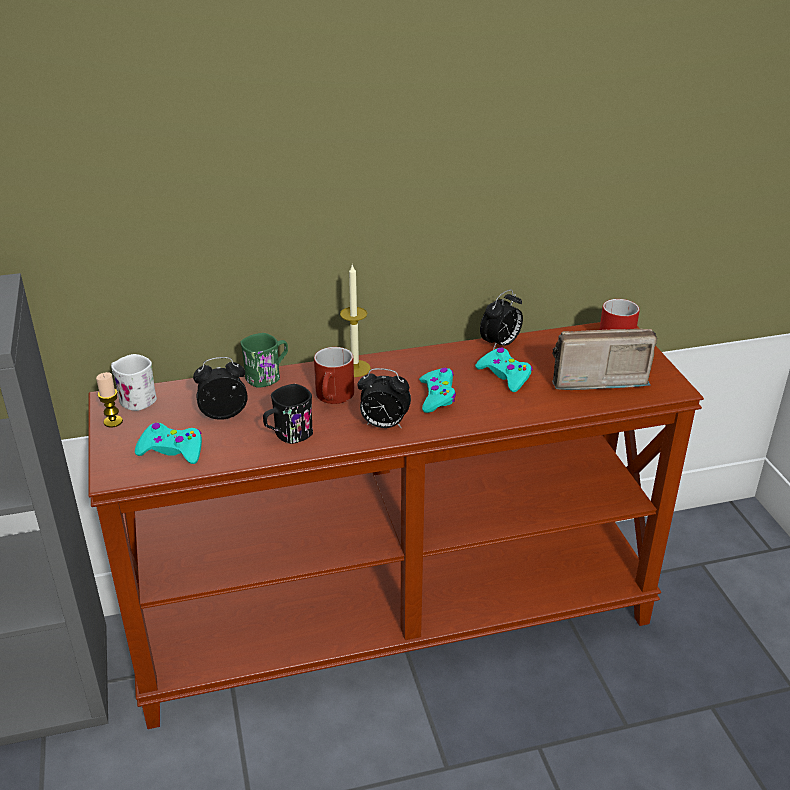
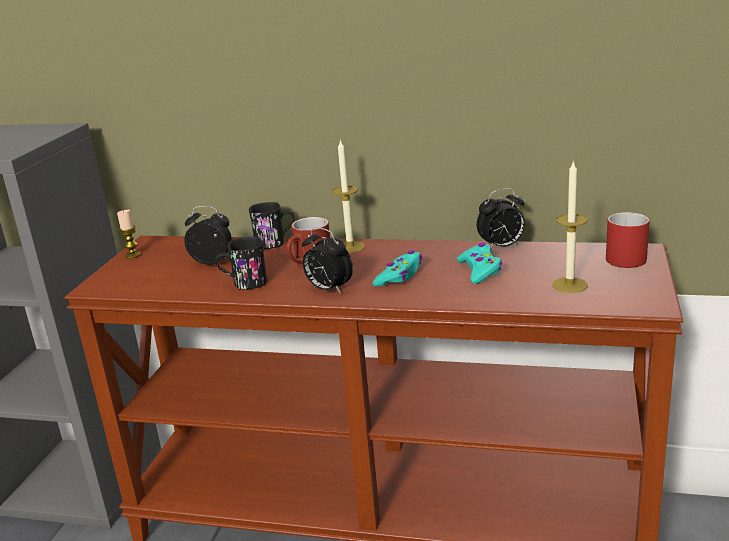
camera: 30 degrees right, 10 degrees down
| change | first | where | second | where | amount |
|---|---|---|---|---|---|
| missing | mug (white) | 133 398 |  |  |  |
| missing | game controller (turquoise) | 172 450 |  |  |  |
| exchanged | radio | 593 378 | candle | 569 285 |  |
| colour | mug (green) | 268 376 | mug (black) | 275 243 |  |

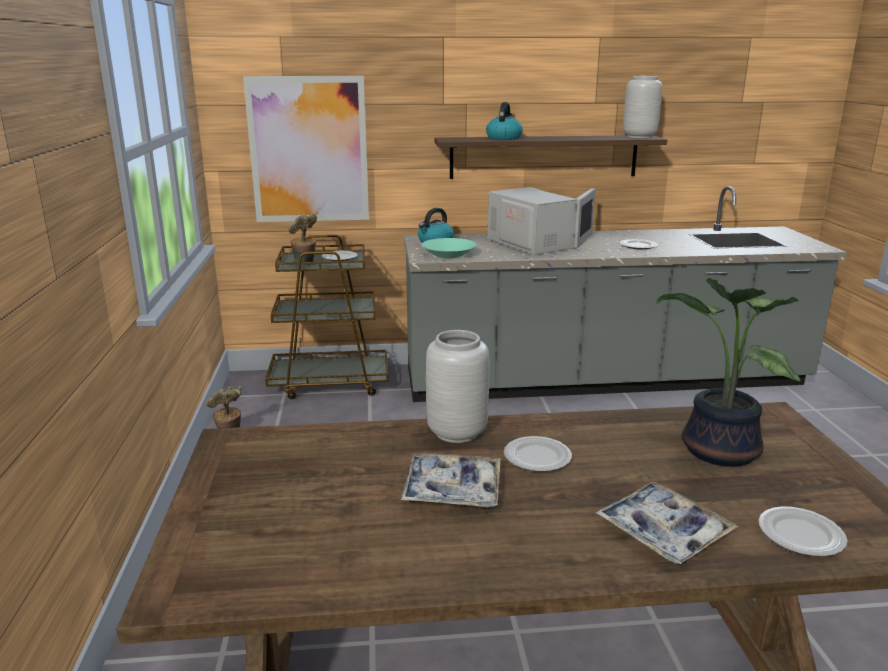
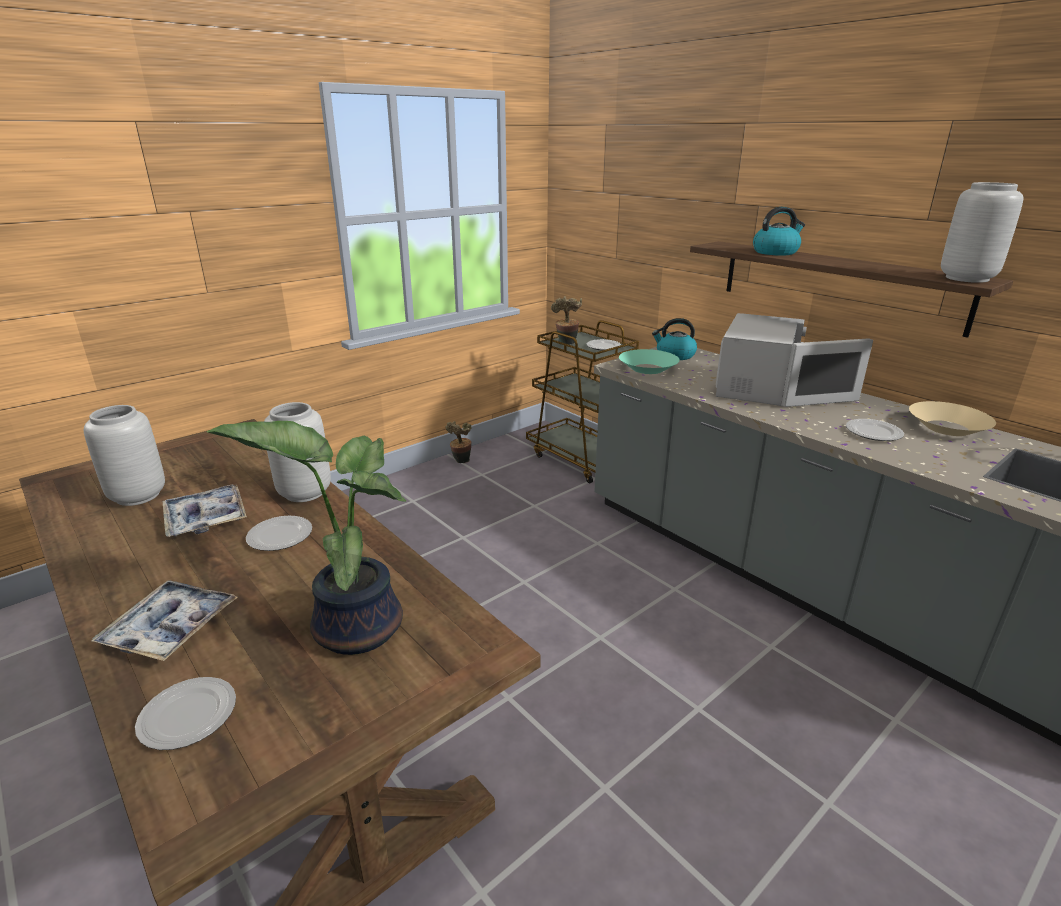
camera: 55 degrees right, 5 degrees up
| change | first | where | second | where | amount |
|---|---|---|---|---|---|
| missing | picture | 309 150 |  |  |  |
| appeared |  |  | vase (grey) | 139 496 |  |
| appeared |  |  | bowl (beige) | 947 428 |  |

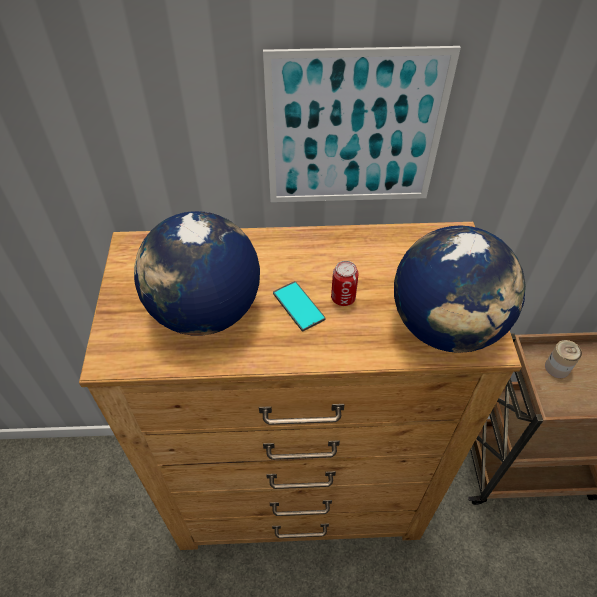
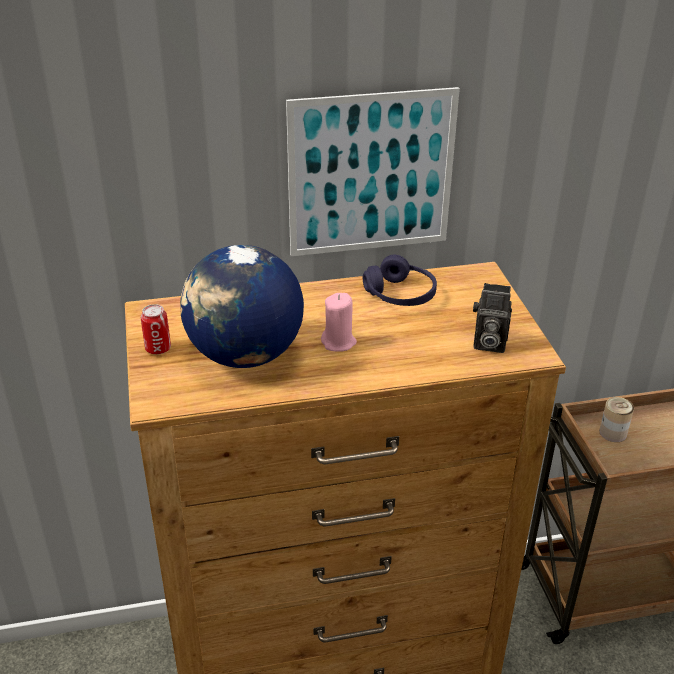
camera: 10 degrees left, 15 degrees down
| change | first | where | second | where | amount |
|---|---|---|---|---|---|
| appeared |  |  | headphones (purple) | 400 295 |  |
| relocated | can | 343 298 |  | 158 348 |  |
| exchanged | phone | 298 306 | candle (pink) | 339 342 |  |
| exchanged | globe | 445 326 | photo camera | 487 343 |  |

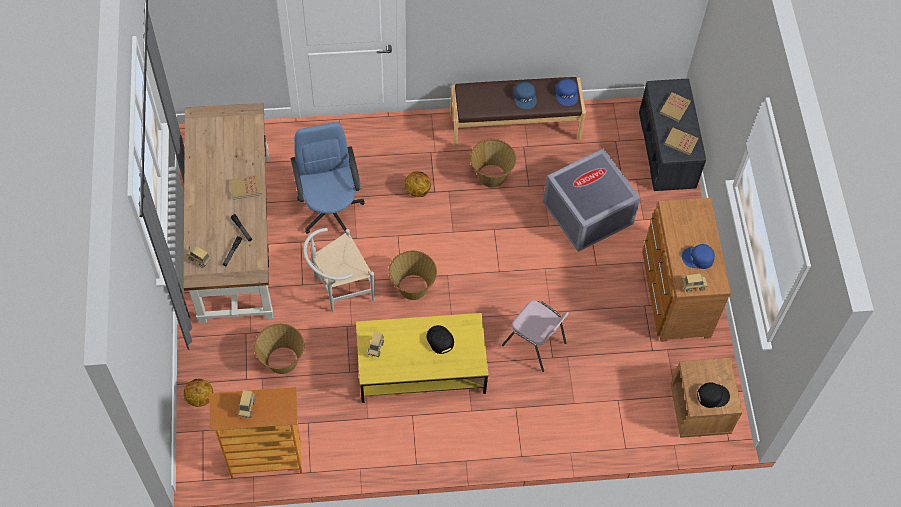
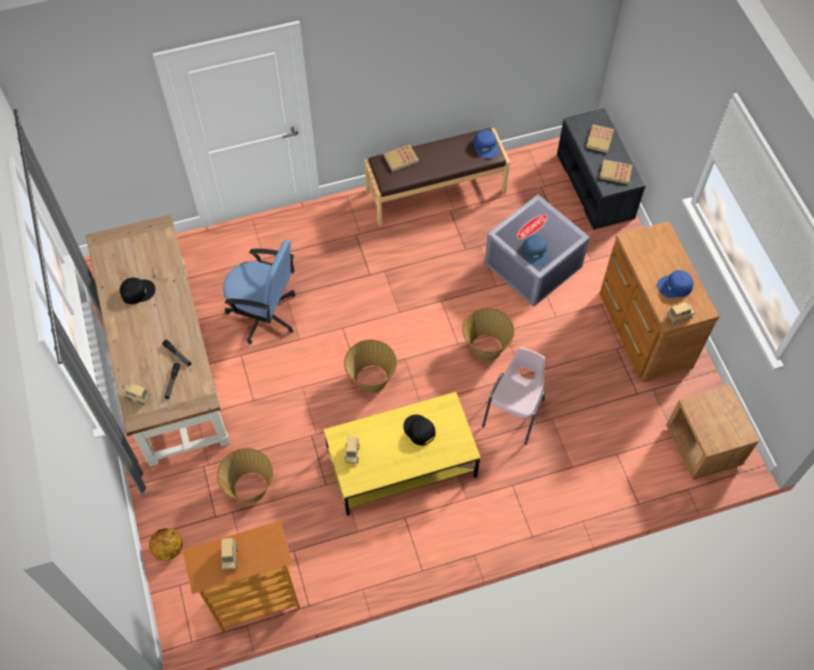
camera: 10 degrees left, 0 degrees up
| change | first | where | second | where | amount |
|---|---|---|---|---|---|
| missing | chair (white) | 339 289 |  |  |  |
| missing | basketball | 417 190 |  |  |  |
| relocated | book | 245 188 |  | 401 159 |  |
| relocated | basket | 491 175 |  | 486 347 |  |
| relocated | cap (blue) | 525 97 |  | 536 252 |  |
| relocated | cap (black) | 712 395 |  | 137 291 |  |
| spun | office chair (blue) | 330 209 |  | 264 314 | 135 degrees clockwise |
| spun | chair (pink) | 534 344 |  | 514 413 | 90 degrees counterclockwise |

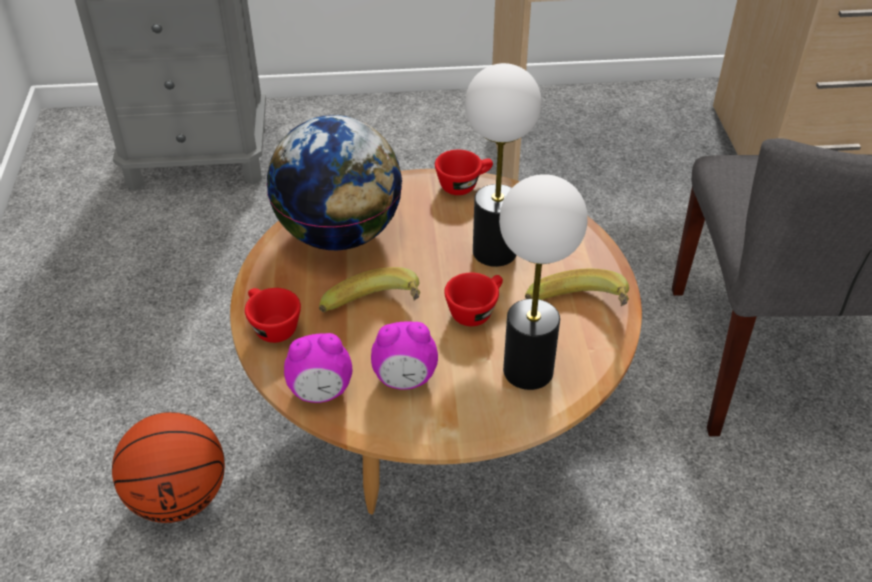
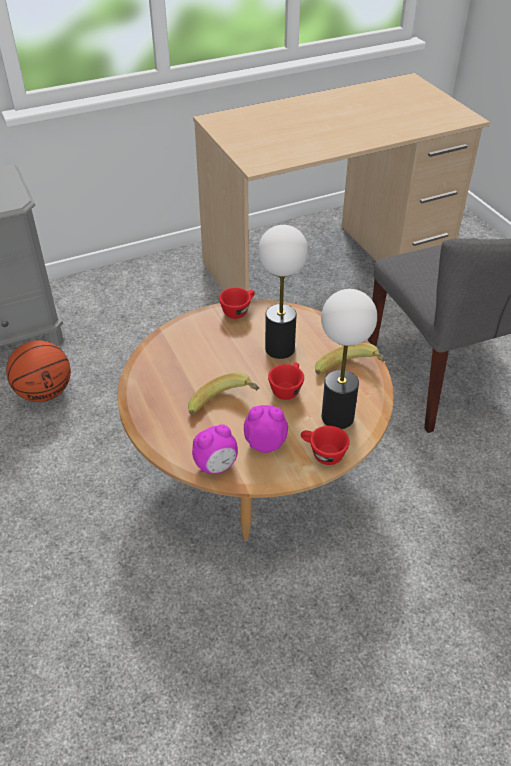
camera: 20 degrees left, 0 degrees up
| change | first | where | second | where | amount |
|---|---|---|---|---|---|
| missing | globe | 339 234 |  |  |  |
| relocated | basketball | 179 497 |  | 44 392 |  |
| relocated | cup (red) | 271 326 |  | 322 454 |  |
| spun | alarm clock | 405 379 |  | 265 443 | 150 degrees counterclockwise |

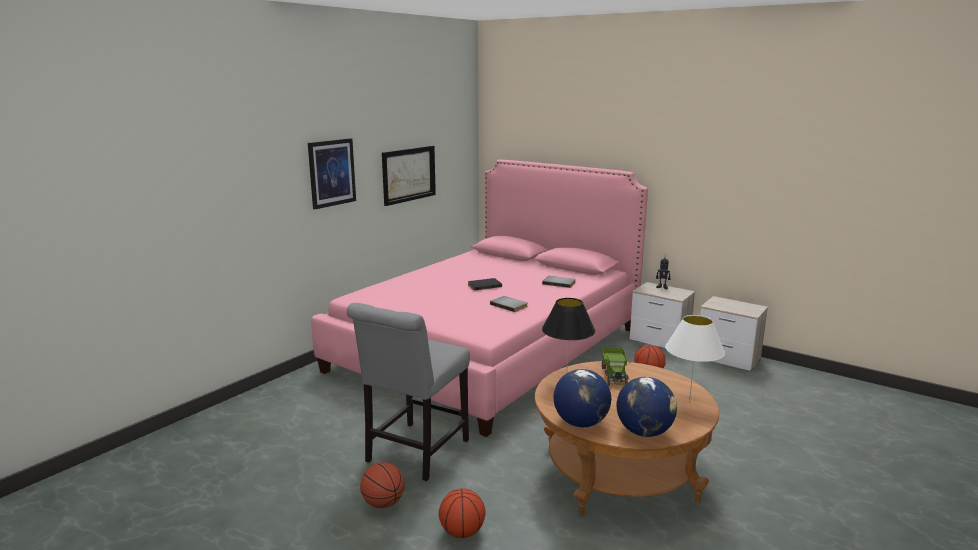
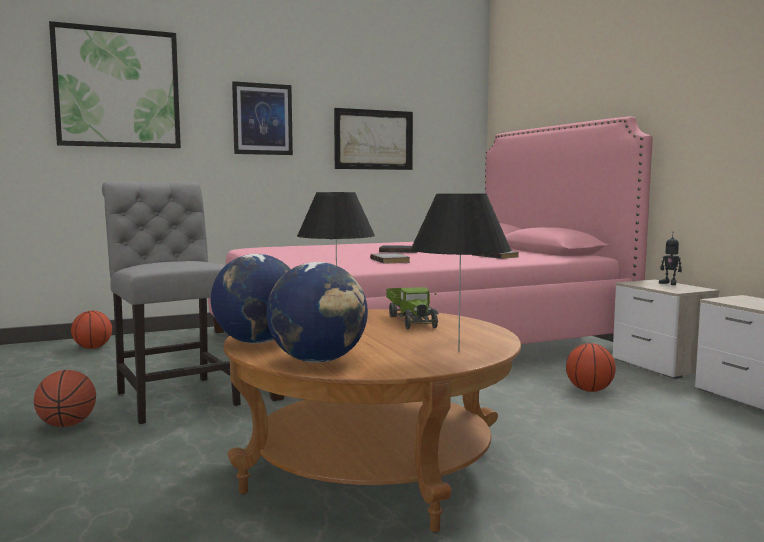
camera: 30 degrees right, 10 degrees down
| change | first | where | second | where | amount |
|---|---|---|---|---|---|
| appeared |  |  | picture | 117 88 |  |
| relocated | basketball | 462 532 |  | 92 348 |  |
| colour | table lamp (white) | 689 403 | table lamp (black) | 458 351 |  |
| spun | chair (grey) | 414 453 |  | 175 397 | 90 degrees clockwise |
| spun | toy truck | 614 374 |  | 412 320 | 45 degrees counterclockwise |

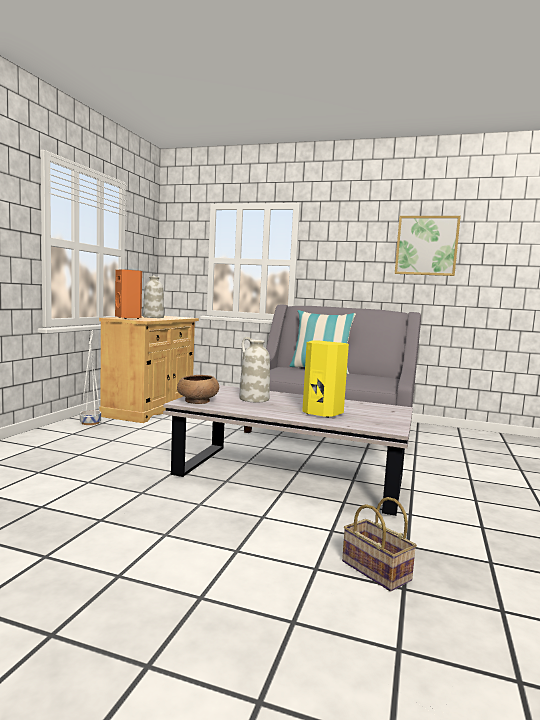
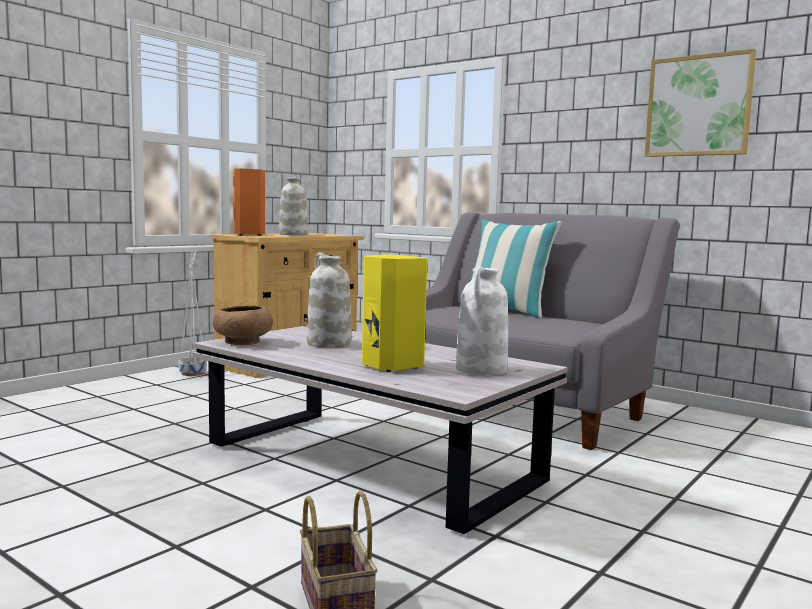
camera: 20 degrees right, 0 degrees up
| change | first | where | second | where | amount |
|---|---|---|---|---|---|
| appeared |  |  | vase (white) | 481 370 |  |

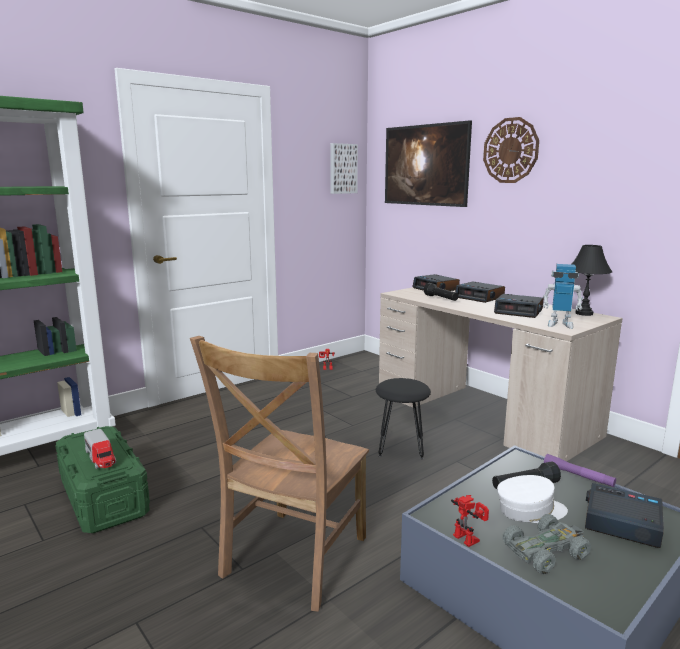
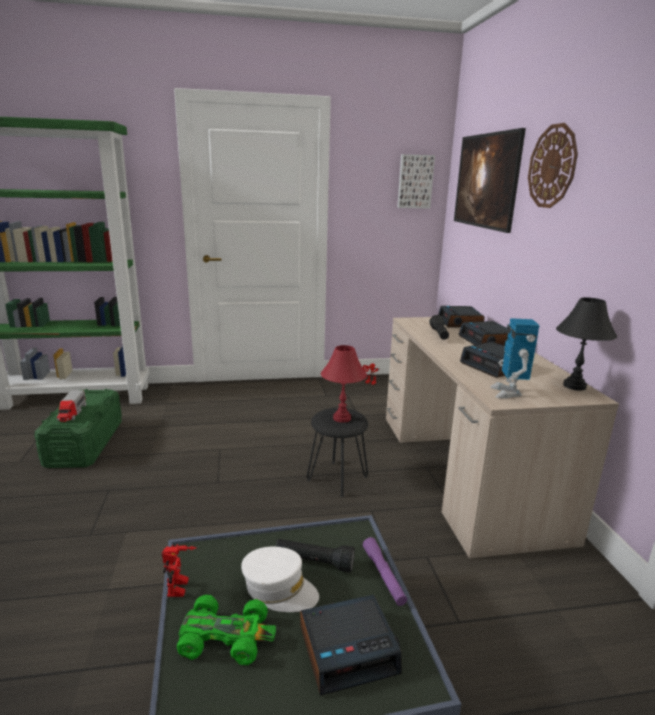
camera: 30 degrees right, 5 degrees up
| change | first | where | second | where | amount |
|---|---|---|---|---|---|
| missing | chair (brown) | 292 560 |  |  |  |
| appeared |  |  | table lamp (red) | 342 418 |  |
| colour | toy car (grey) | 545 551 | toy car (green) | 226 637 |  |
| spun | toy robot | 560 324 |  | 508 393 | 45 degrees clockwise |
| spun | alarm clock | 621 522 |  | 349 649 | 105 degrees clockwise |

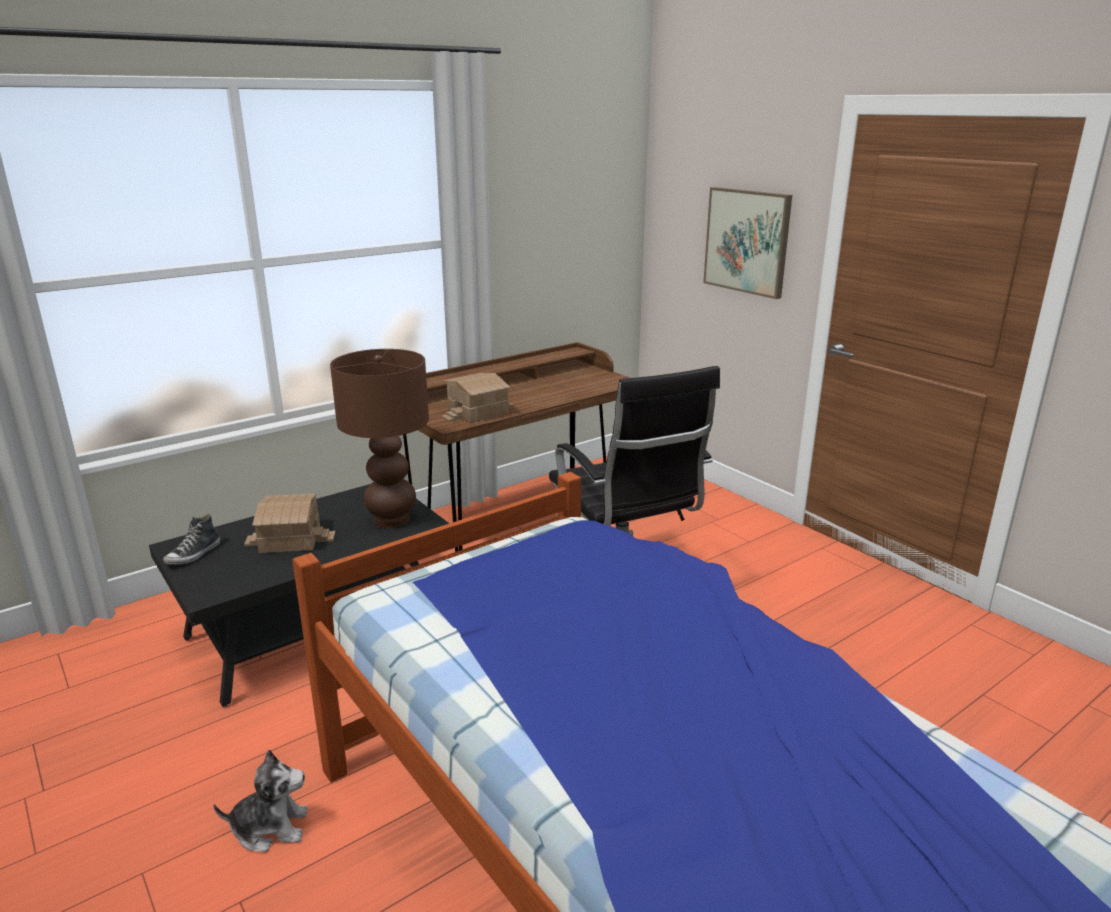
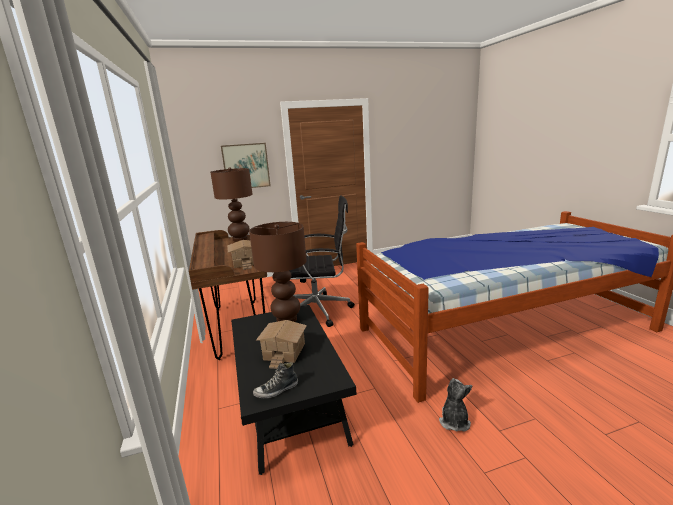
camera: 70 degrees left, 5 degrees down
| change | first | where | second | where | amount |
|---|---|---|---|---|---|
| appeared |  |  | table lamp (brown) | 240 239 |  |
| spun | shoe | 194 555 |  | 276 390 | 105 degrees clockwise |

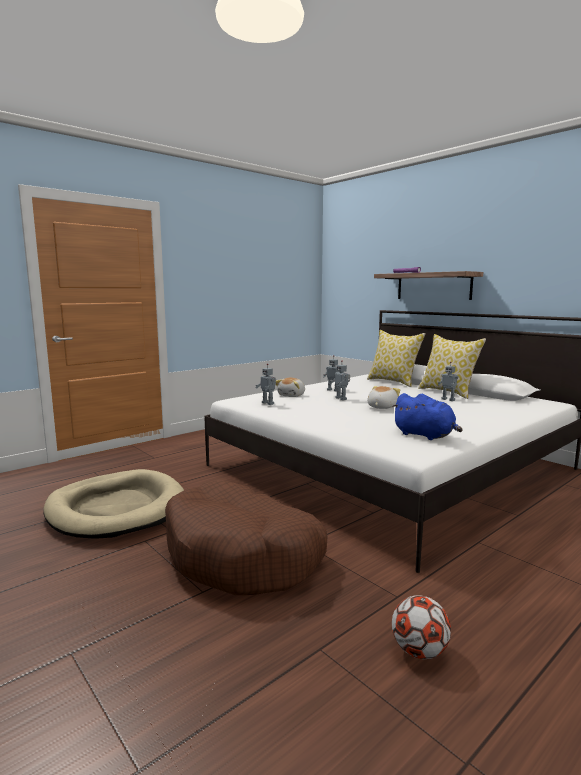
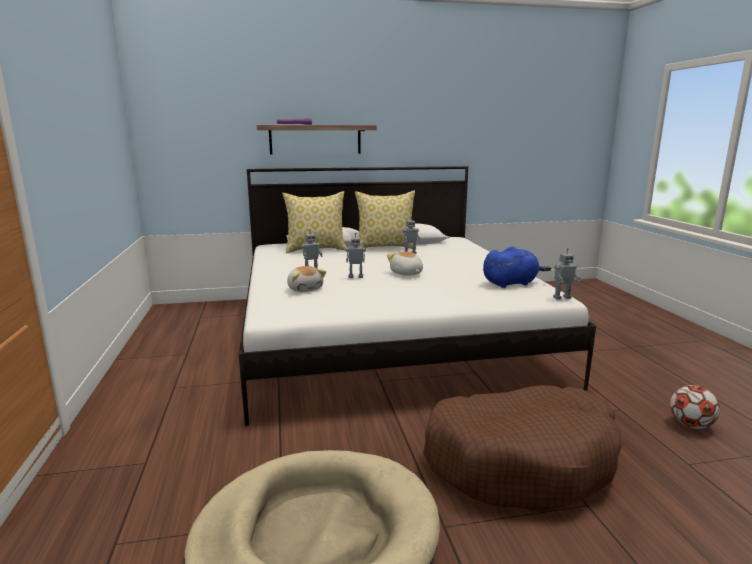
camera: 60 degrees left, 5 degrees up
| change | first | where | second | where | amount |
|---|---|---|---|---|---|
| relocated | toy robot | 268 403 |  | 561 297 |  |

